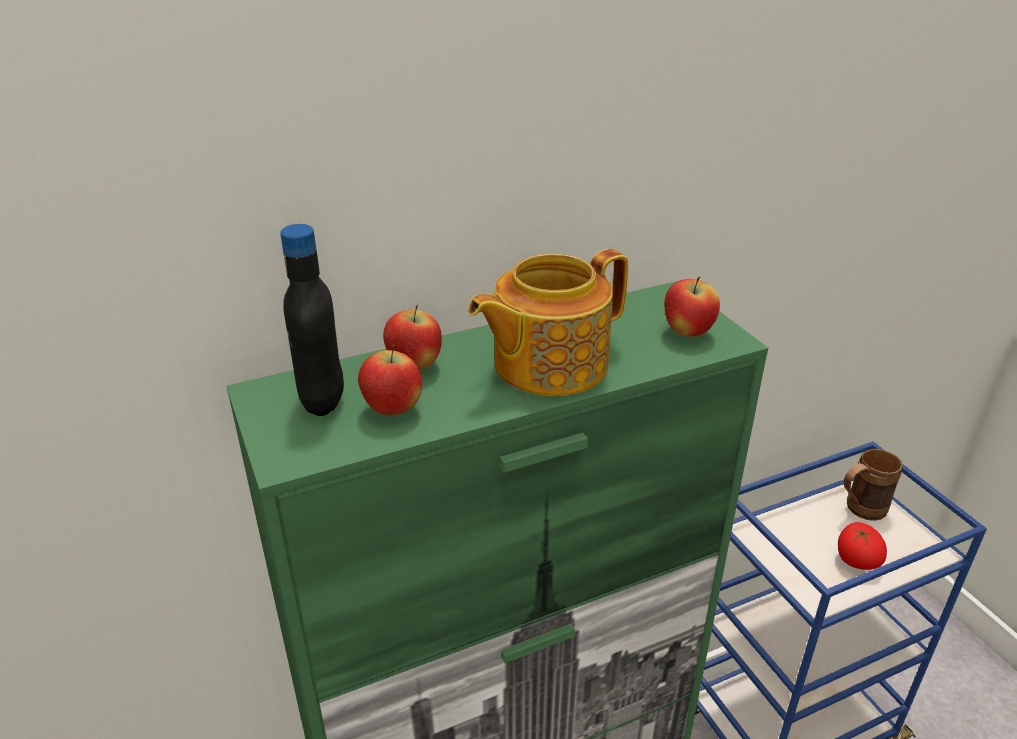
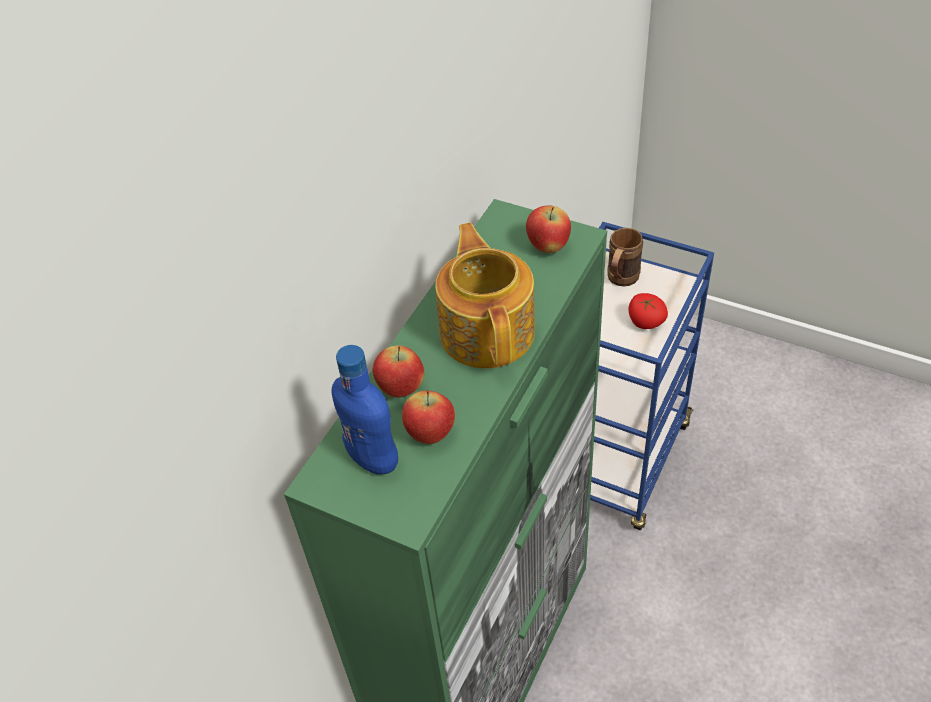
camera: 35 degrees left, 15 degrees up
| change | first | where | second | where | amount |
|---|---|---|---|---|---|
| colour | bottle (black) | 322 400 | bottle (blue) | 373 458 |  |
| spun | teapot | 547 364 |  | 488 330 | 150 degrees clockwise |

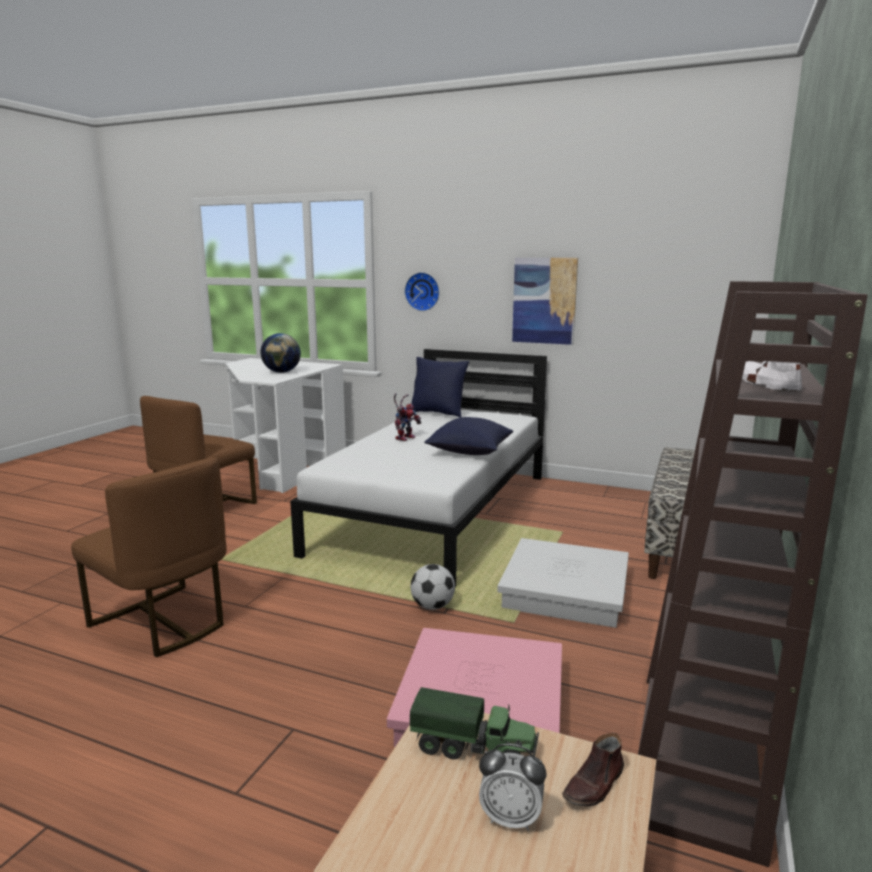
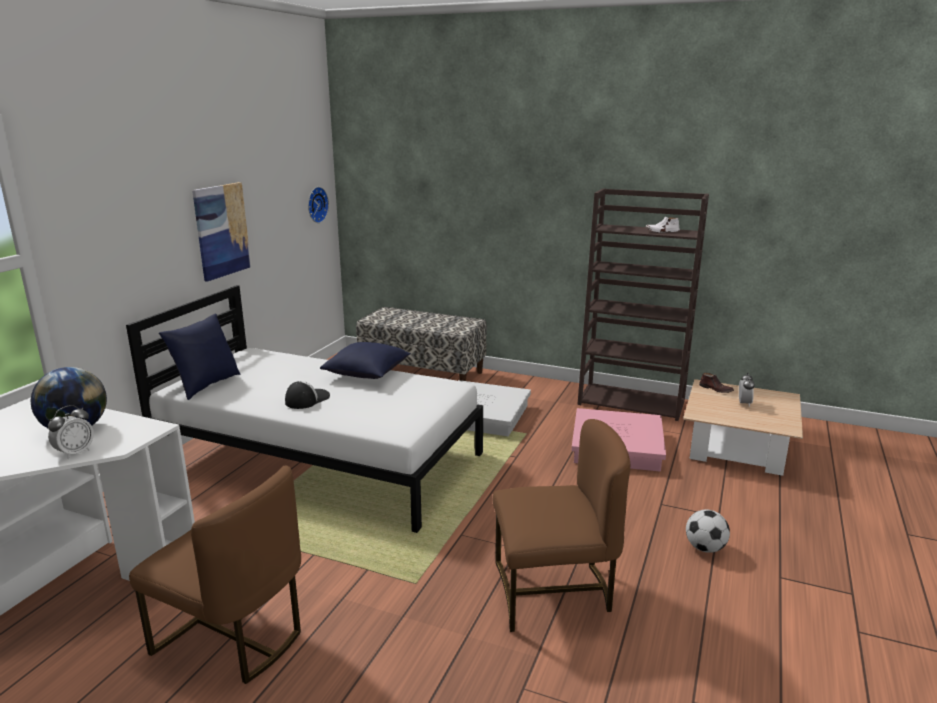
camera: 90 degrees left, 5 degrees up
| change | first | where | second | where | amount |
|---|---|---|---|---|---|
| missing | toy truck | 474 748 |  |  |  |
| appeared |  |  | alarm clock | 75 453 |  |
| relocated | wall clock | 423 291 |  | 316 204 |  |
| relocated | football | 432 606 |  | 705 548 |  |
| exchanged | toy robot | 405 437 | cap | 307 399 |  |
| spun | chair (brown) | 163 622 |  | 553 592 | 45 degrees clockwise |

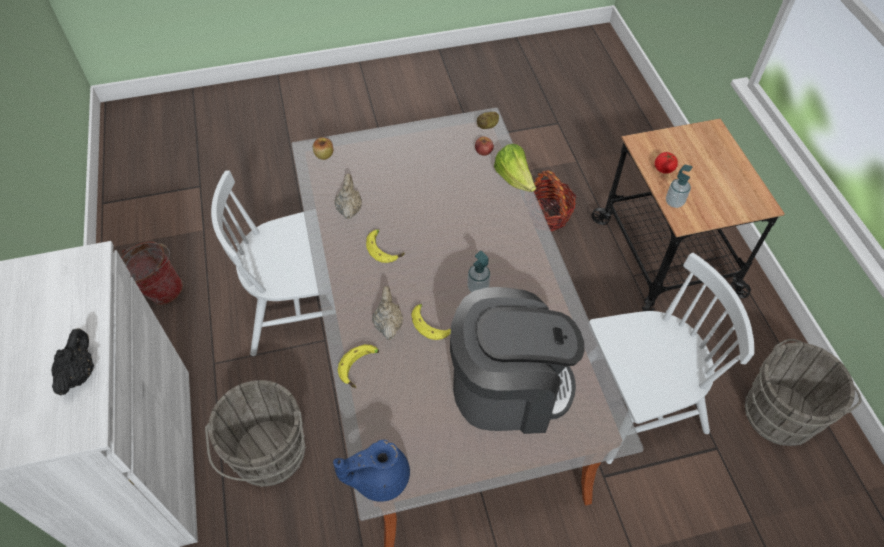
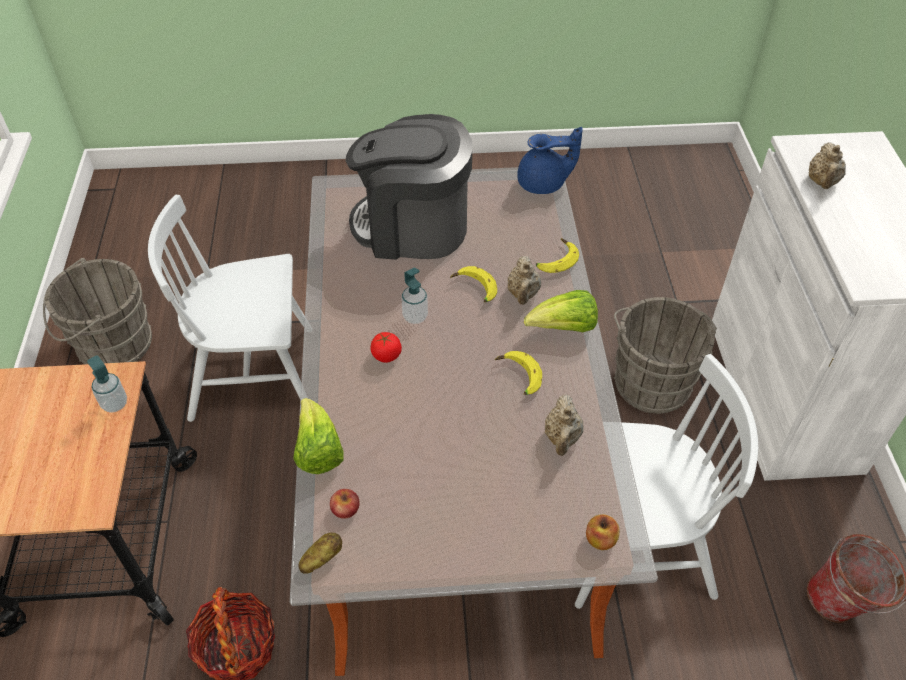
camera: 170 degrees left, 5 degrees down
| change | first | where | second | where | amount |
|---|---|---|---|---|---|
| appeared |  |  | lettuce | 564 328 |  |
| relocated | tomato | 663 169 |  | 386 355 |  |
| colour | teapot (black) | 80 374 | teapot (beige) | 822 182 |  |

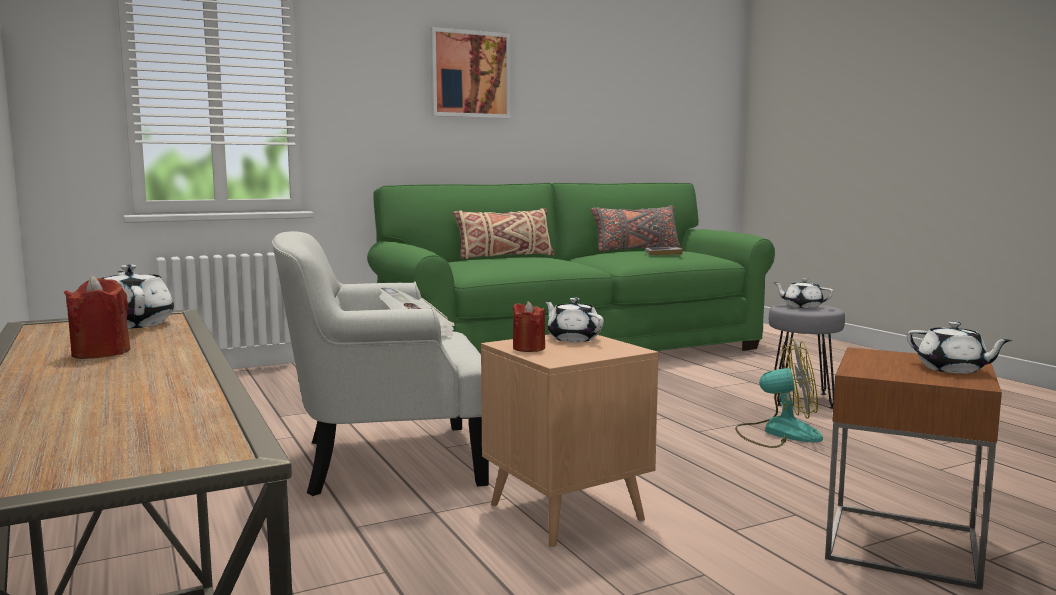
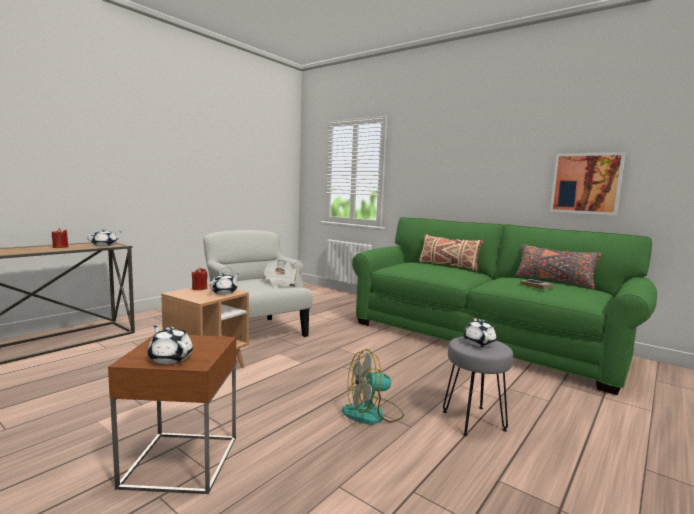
camera: 65 degrees right, 0 degrees up
| change | first | where | second | where | amount |
|---|---|---|---|---|---|
| relocated | picture | 470 74 |  | 586 183 |  |
| spun | fan | 778 433 |  | 373 414 | 90 degrees clockwise |
| spun | teapot (white) | 952 369 |  | 170 358 | 105 degrees clockwise |

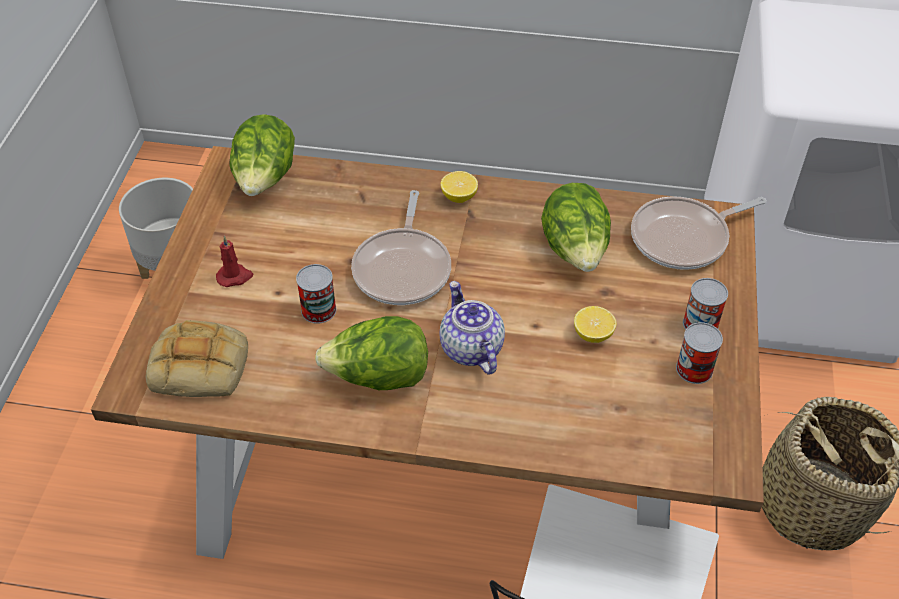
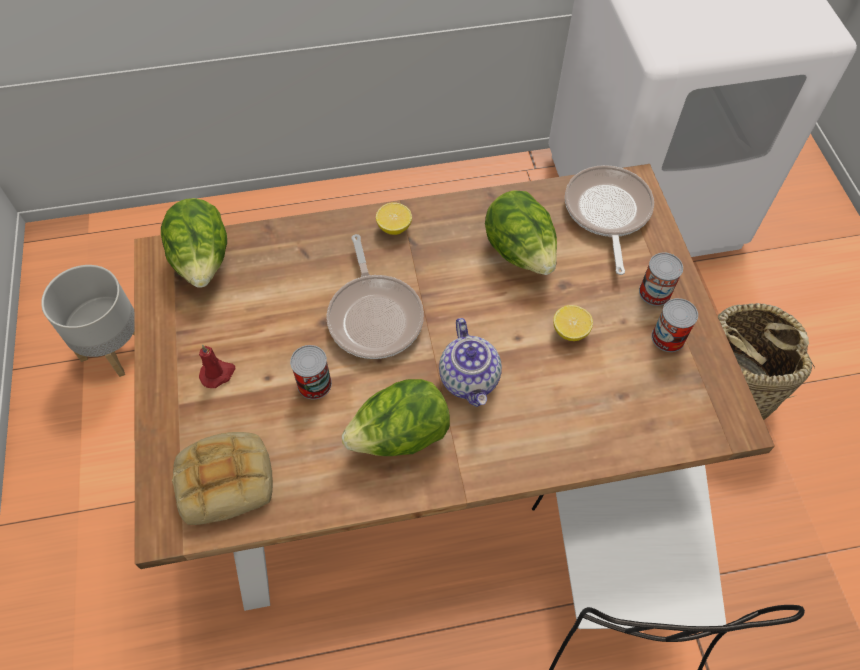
camera: 20 degrees left, 10 degrees up
| change | first | where | second | where | amount |
|---|---|---|---|---|---|
| spun | teapot | 470 348 |  | 470 379 | 150 degrees counterclockwise |
| spun | frying pan | 684 238 |  | 607 212 | 135 degrees clockwise |

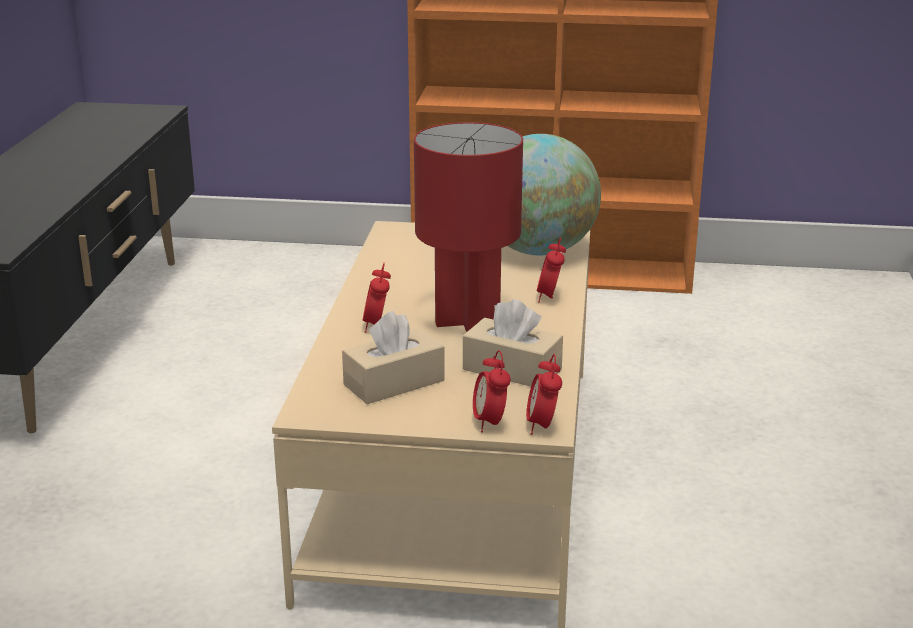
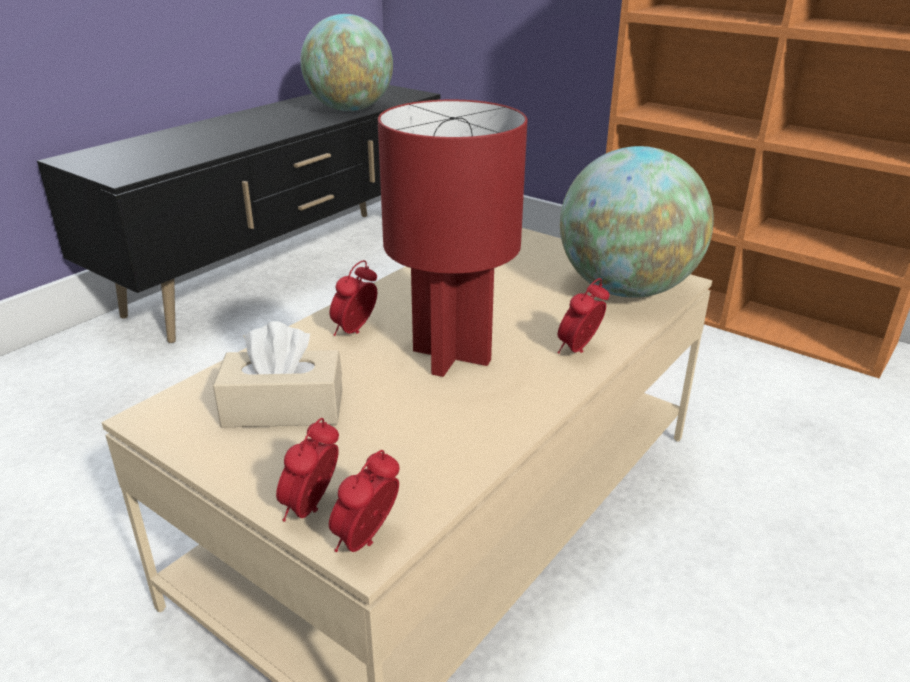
camera: 30 degrees right, 5 degrees up
| change | first | where | second | where | amount |
|---|---|---|---|---|---|
| missing | tissue box (beige) | 512 369 |  |  |  |
| appeared |  |  | globe | 350 109 |  |

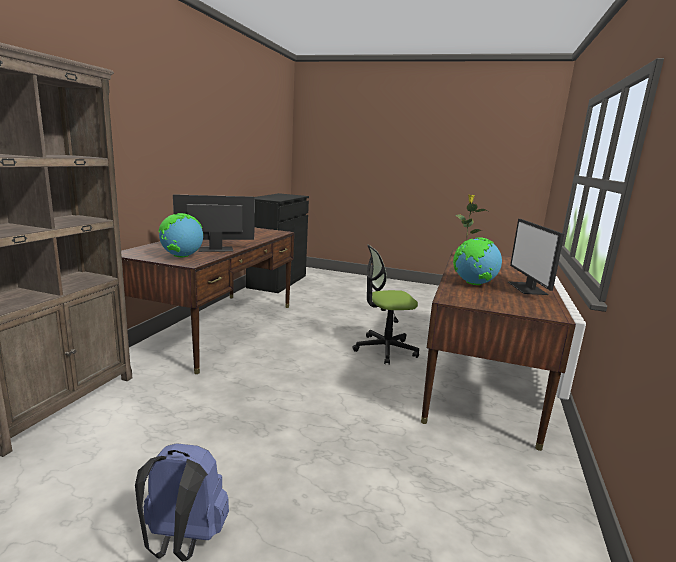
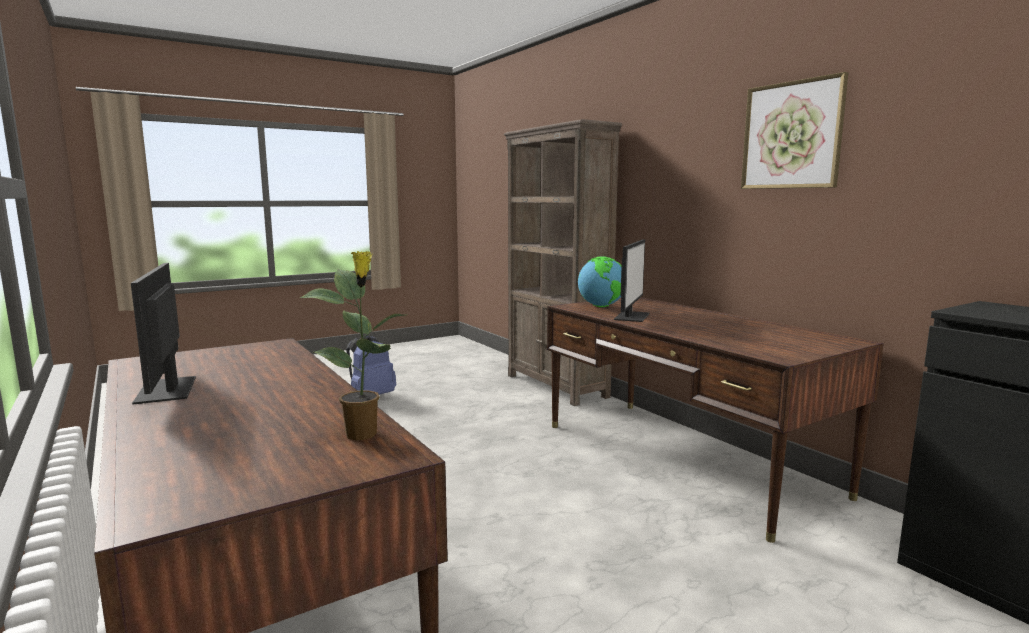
camera: 130 degrees right, 5 degrees down
| change | first | where | second | where | amount |
|---|---|---|---|---|---|
| missing | office chair | 385 349 |  |  |  |
| missing | globe | 473 284 |  |  |  |
| appeared |  |  | picture | 791 135 |  |
| spun | monitor | 528 288 |  | 168 390 | 150 degrees counterclockwise |

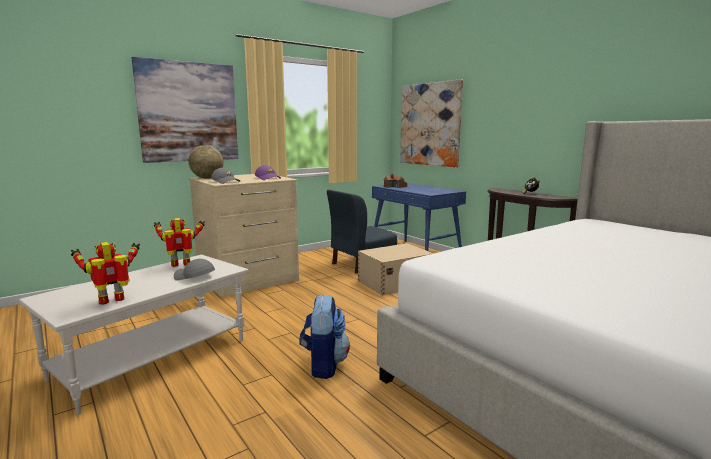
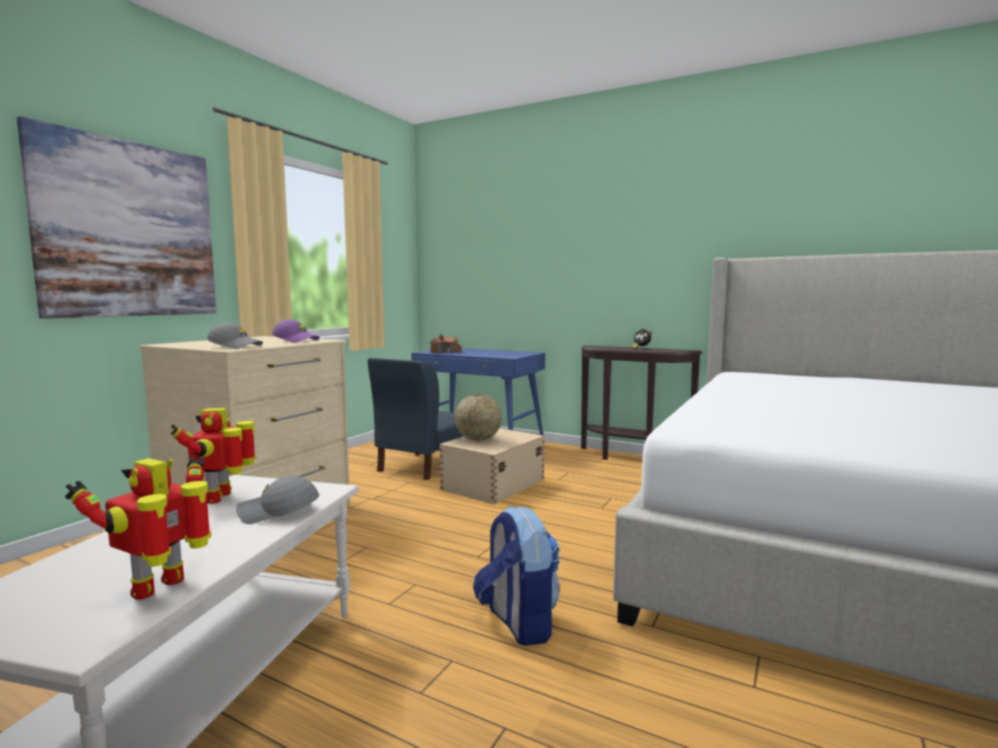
camera: 25 degrees left, 5 degrees down
| change | first | where | second | where | amount |
|---|---|---|---|---|---|
| missing | picture | 430 124 |  |  |  |
| relocated | globe | 207 178 |  | 478 440 |  |
| spun | toy robot | 181 265 |  | 221 497 | 45 degrees counterclockwise |

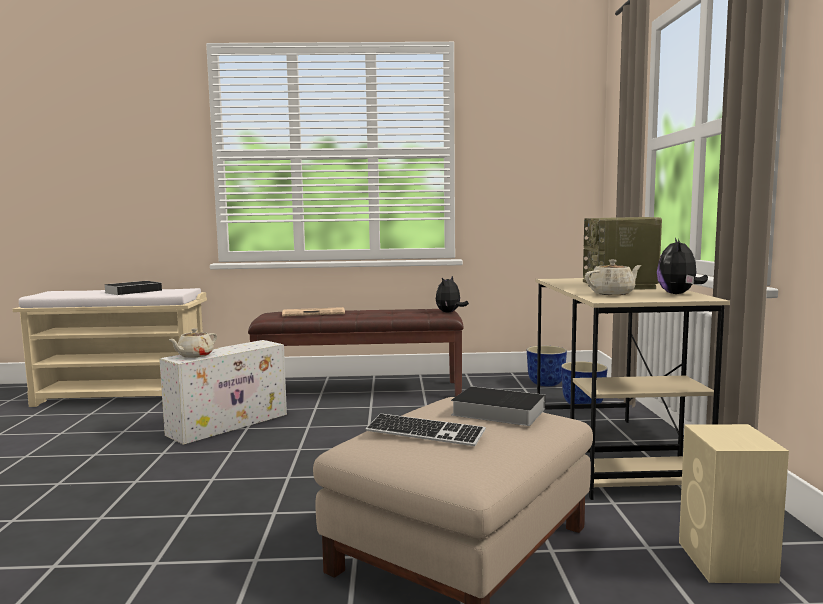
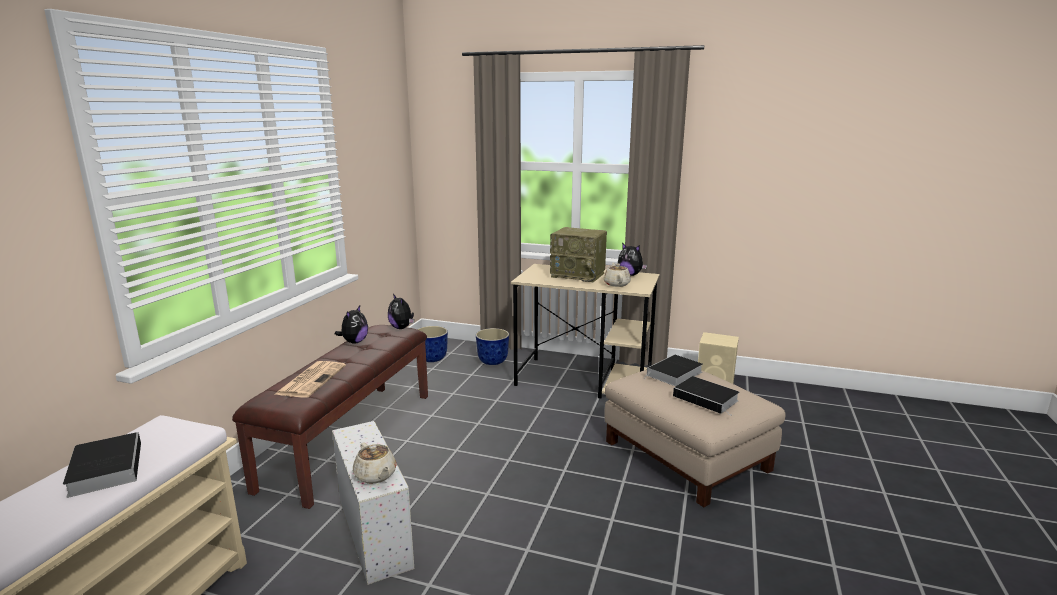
camera: 70 degrees left, 10 degrees up
| change | first | where | second | where | amount |
|---|---|---|---|---|---|
| appeared |  |  | plush toy | 354 342 |  |
| exchanged | keyboard | 424 433 | book | 707 399 |  |

